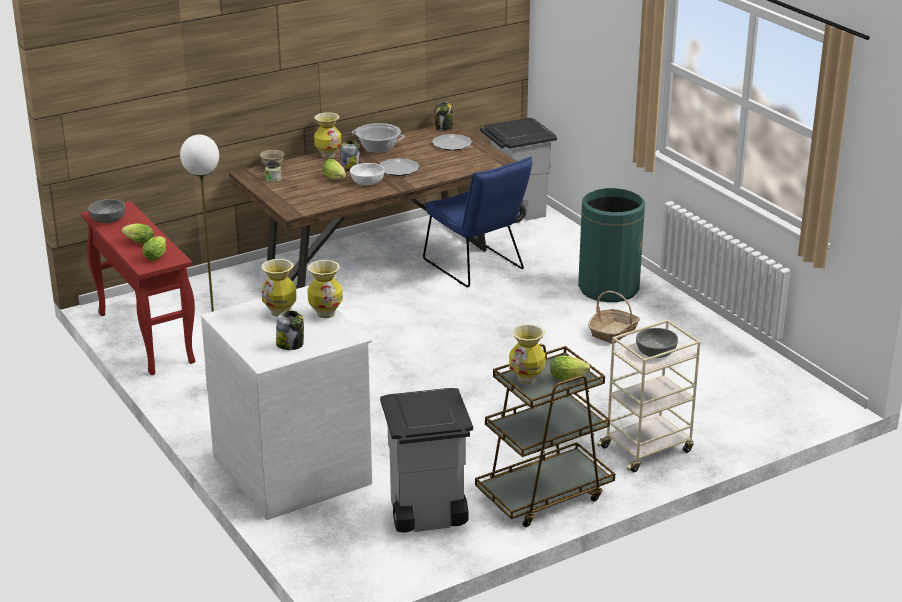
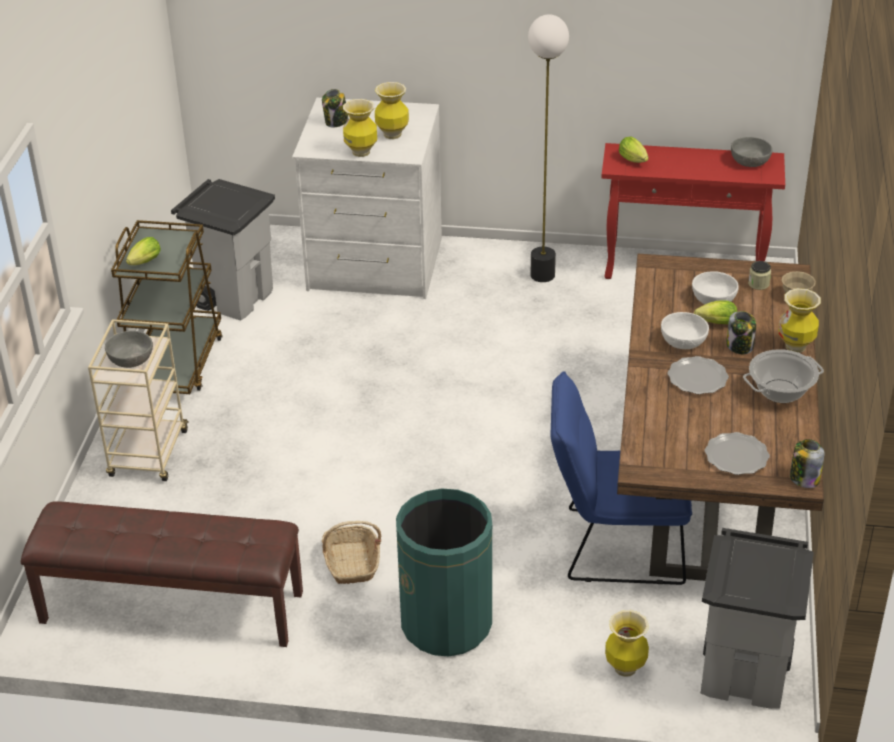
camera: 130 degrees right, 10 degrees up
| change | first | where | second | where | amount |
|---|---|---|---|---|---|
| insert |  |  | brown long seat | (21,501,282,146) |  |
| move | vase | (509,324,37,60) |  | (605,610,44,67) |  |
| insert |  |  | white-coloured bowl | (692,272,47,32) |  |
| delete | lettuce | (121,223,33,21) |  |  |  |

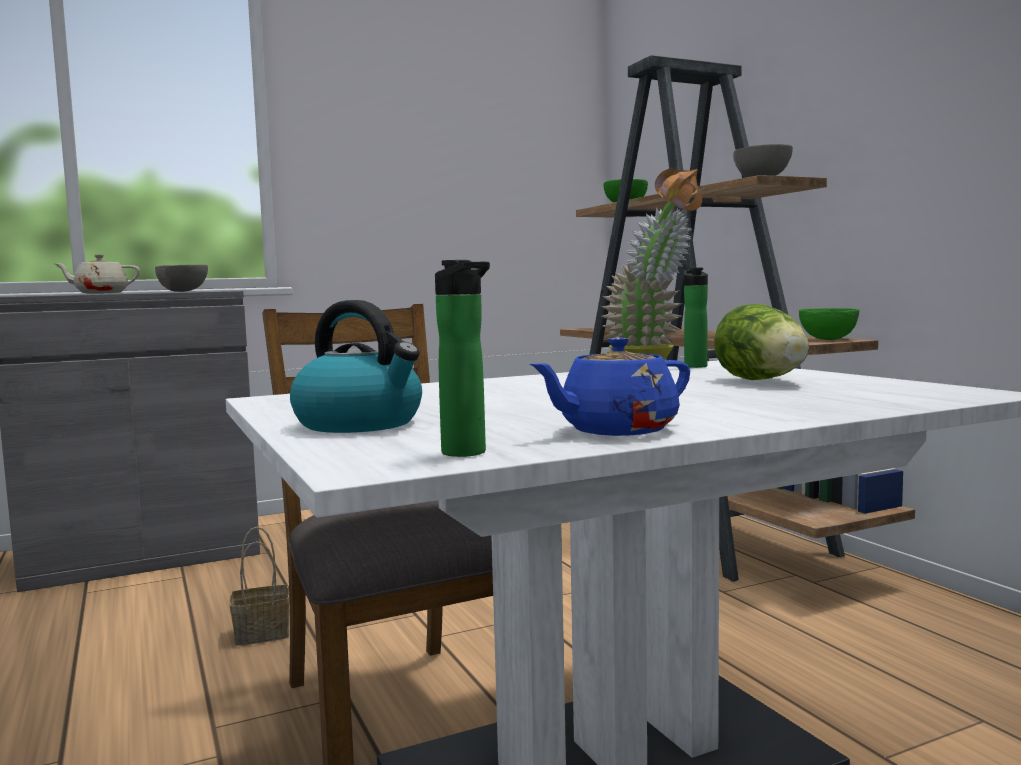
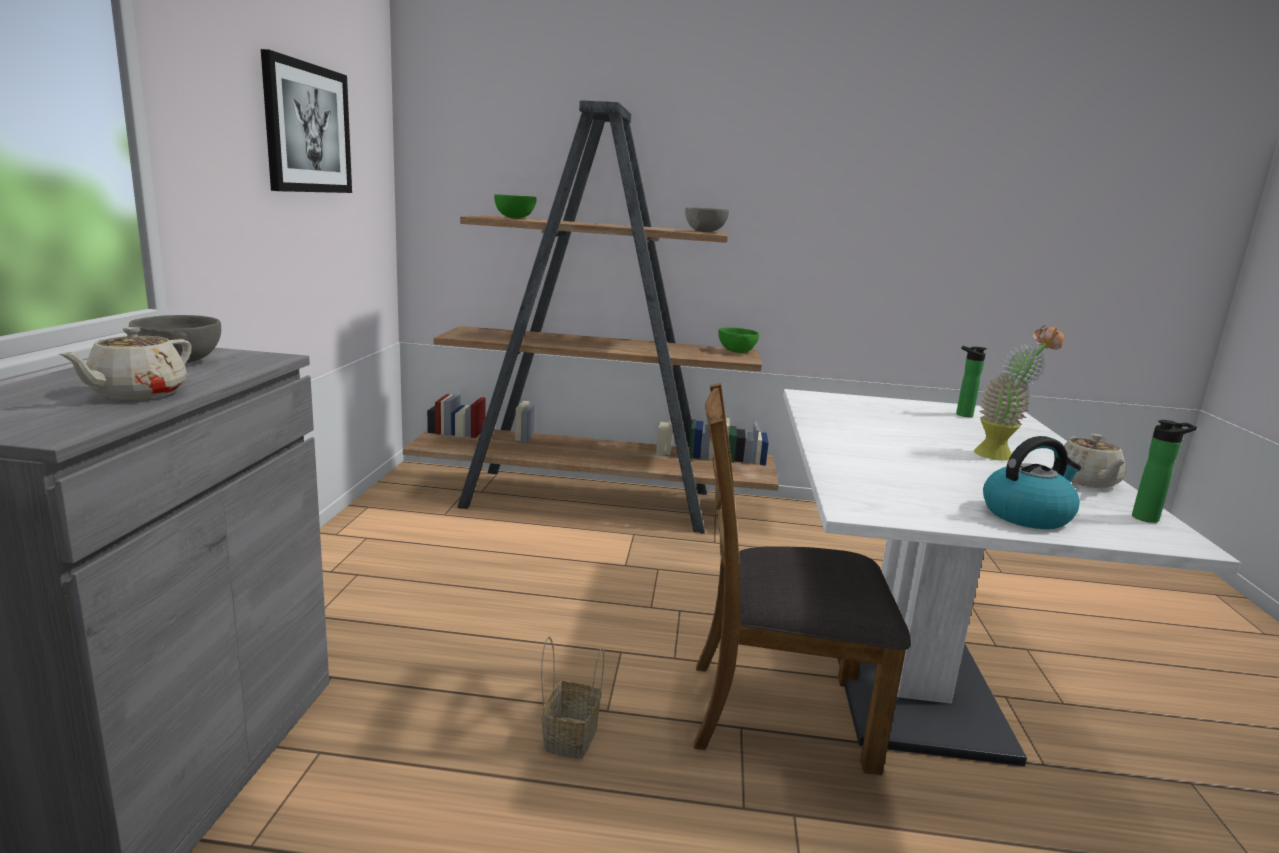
camera: 60 degrees left, 10 degrees up
| change | first | where | second | where | amount |
|---|---|---|---|---|---|
| insert |  |  | picture | (261,49,91,144) |  |
| move | beverage bottle | (684,268,24,100) |  | (956,346,31,71) |  |
| recolor | bluish pot for tea | (530,337,160,99) | sand-coloured pot for tea | (1064,433,62,55) |  |
| delete | lettuce | (714,304,95,76) |  |  |  |

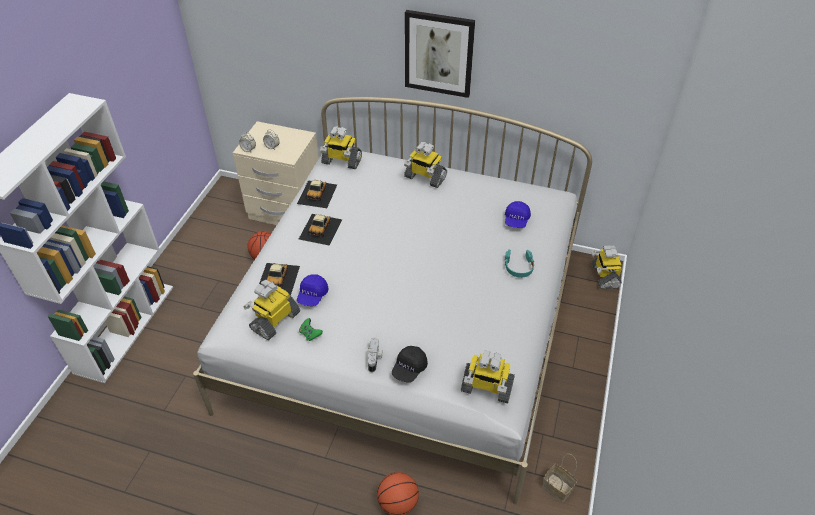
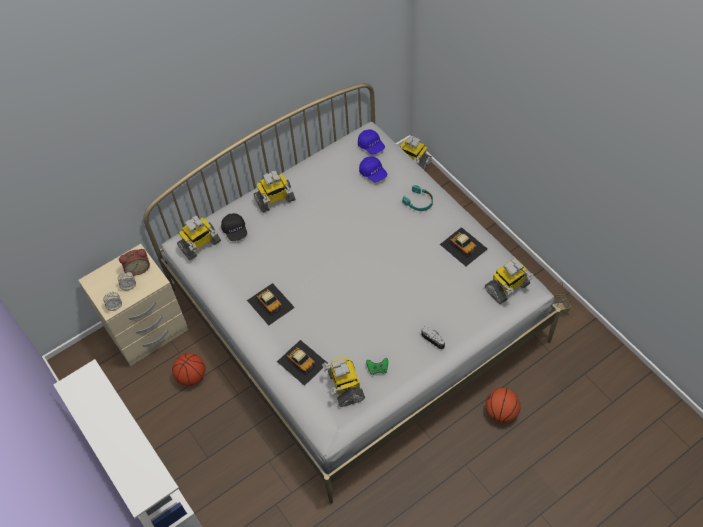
camera: 50 degrees left, 10 degrees up
| change | first | where | second | where | amount |
|---|---|---|---|---|---|
| insert |  |  | table clock | (119,249,31,27) |  |
| move | blackish cap | (392,346,36,36) |  | (221,213,26,28) |  |
| move | bluish cap | (297,275,32,31) |  | (358,130,27,24) |  |
| move | model car | (297,180,40,28) |  | (440,227,47,39) |  |
| delete | picture | (405,10,70,88) |  |  |  |

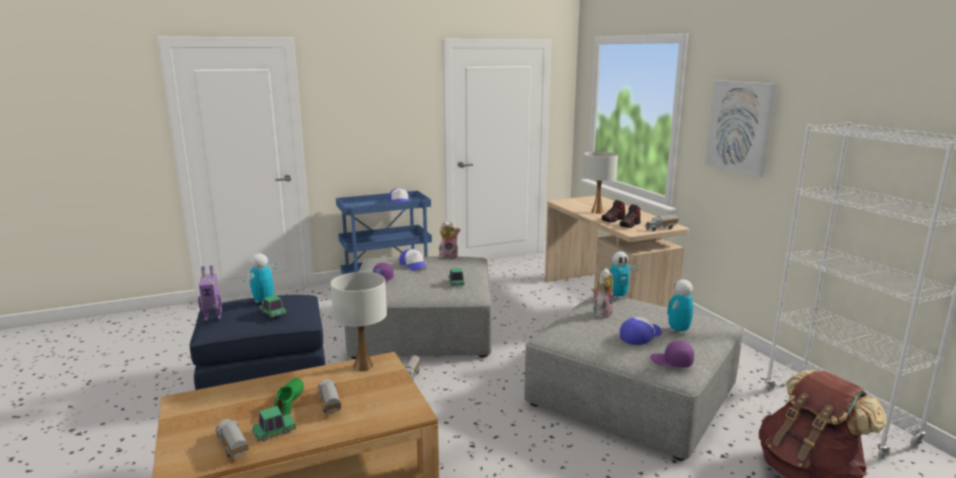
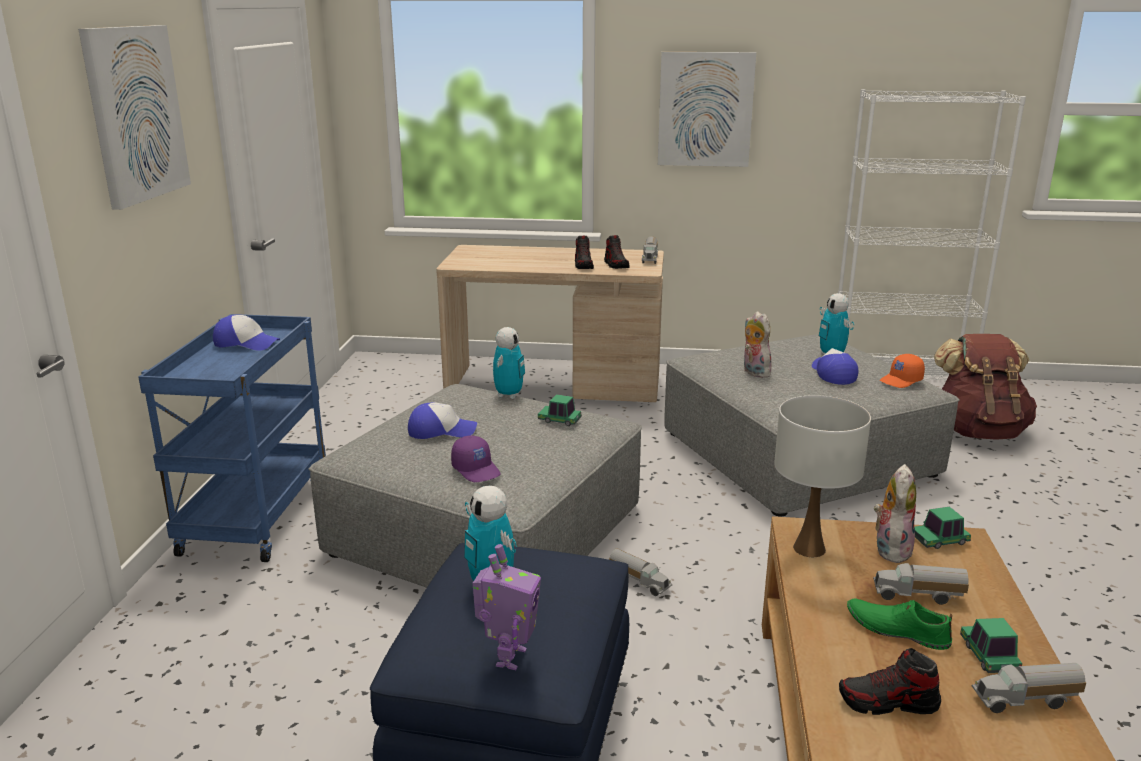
camera: 60 degrees left, 5 degrees up
| change | first | where | second | where | amount |
|---|---|---|---|---|---|
| insert |  |  | picture | (78,25,113,185) |  |
| move | toy robot | (600,251,39,48) |  | (493,327,32,72) |  |
| insert |  |  | low shoe | (839,648,102,67) |  |
| move | soft toy | (439,221,22,39) |  | (874,464,42,99) |  |
| recolor | purple-coloured cap | (650,341,44,27) | orangey cap | (880,354,45,34) |  |
| move | model car | (260,295,26,23) |  | (914,507,57,42) |  |
| delete | white-coloured lamp for a table | (583,151,35,63) |  |  |  |

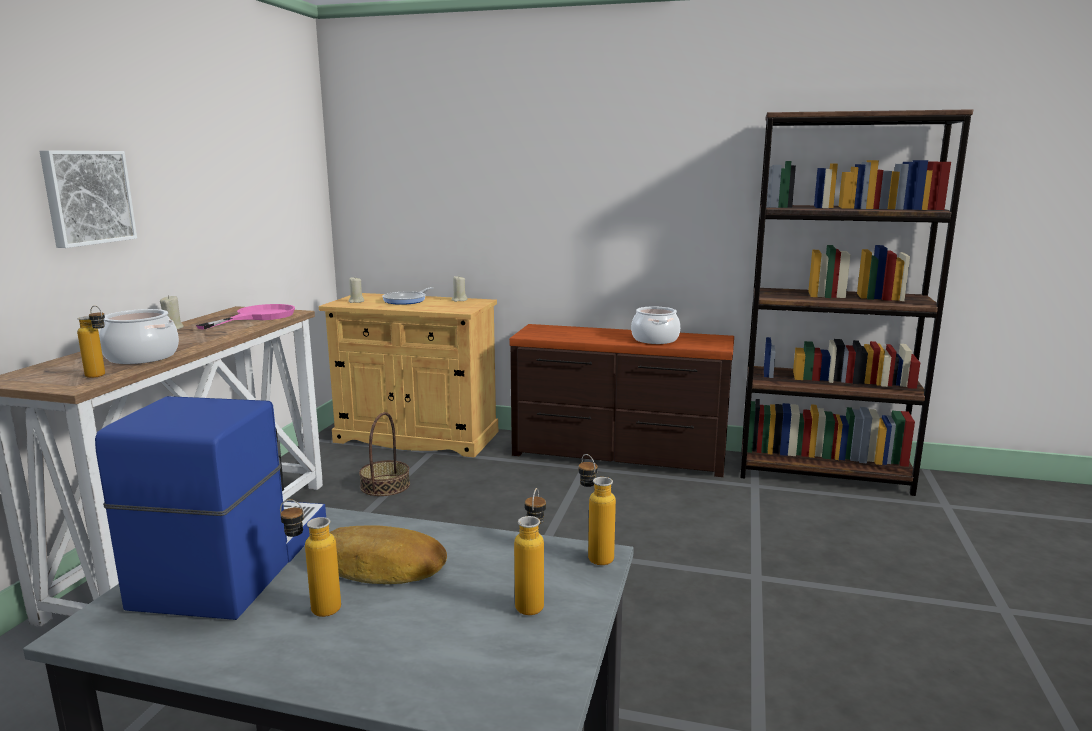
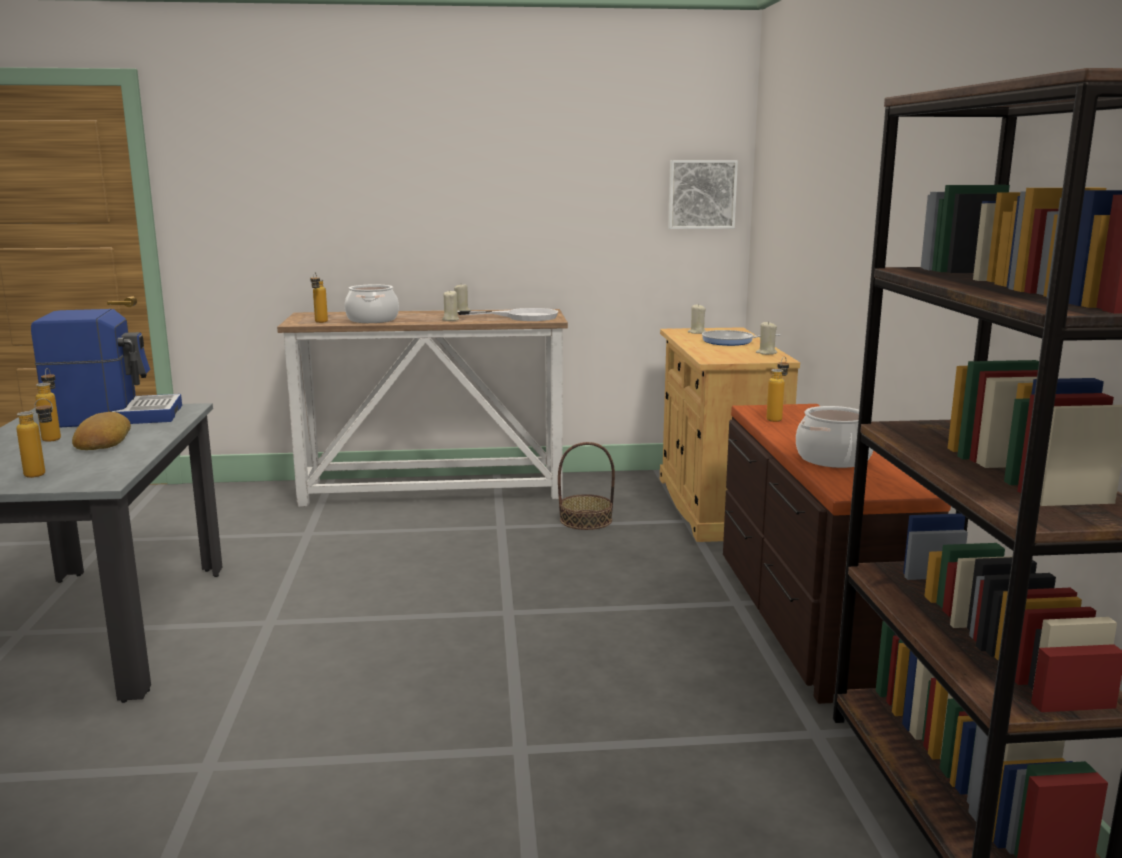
camera: 70 degrees right, 0 degrees up
| change | first | where | second | where | amount |
|---|---|---|---|---|---|
| insert |  |  | sand-coloured candle | (442,290,17,31) |  |
| recolor | pink-coloured frying pan | (196,304,99,26) | white-coloured frying pan | (458,308,100,13) |  |
| move | picture | (40,150,97,98) |  | (668,160,70,69) |  |
| move | beverage bottle | (578,454,38,111) |  | (766,356,23,66) |  |

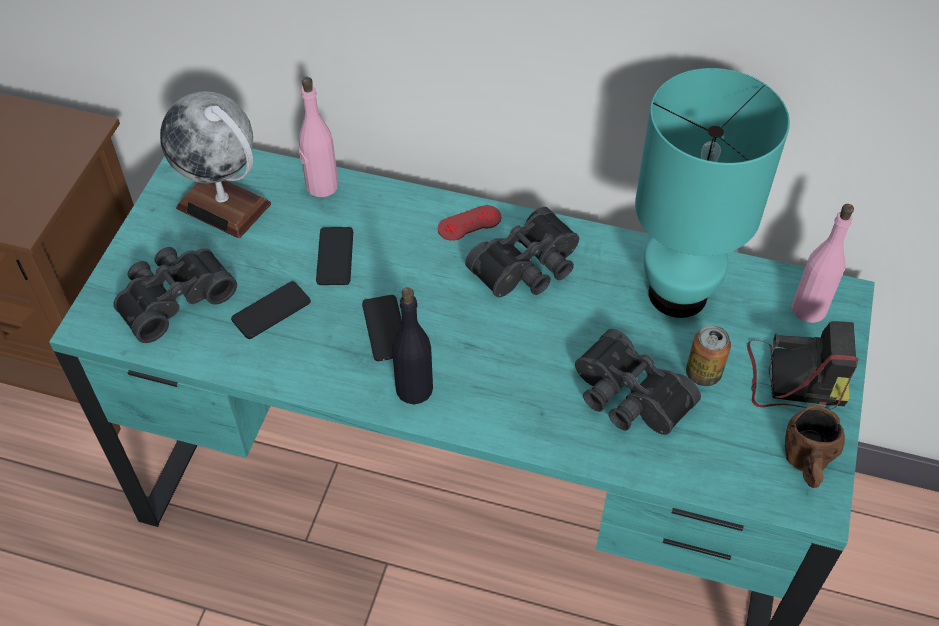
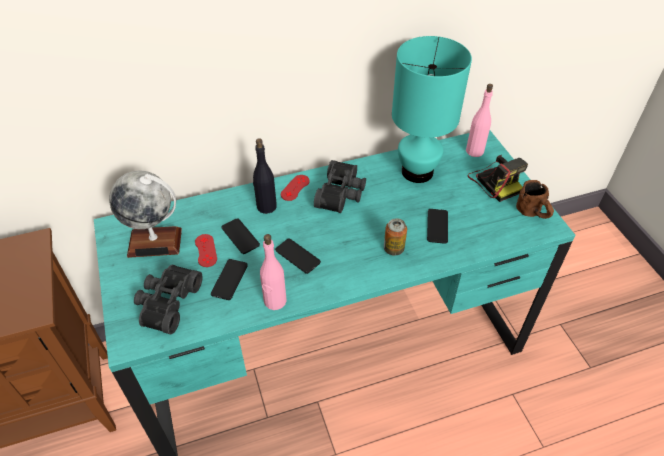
camera: 35 degrees left, 5 degrees down
| change | first | where | second | where | amount |
|---|---|---|---|---|---|
| insert |  |  | red joypad | (195,234,22,33) |  |
| move | blackish beverage bottle | (392,287,41,117) |  | (253,138,24,76) |  |
| move | pink-coloured beverage bottle | (299,77,40,120) |  | (260,234,27,76) |  |
| move | sealed can | (686,325,45,61) |  | (384,218,23,38) |  |
| replace | blackish pair of binoculars | (575,329,126,106) | telephone | (427,209,21,35) |  |
| rotate | still camera | (747,321,111,89) |  | (467,155,61,47) | 90 degrees clockwise |

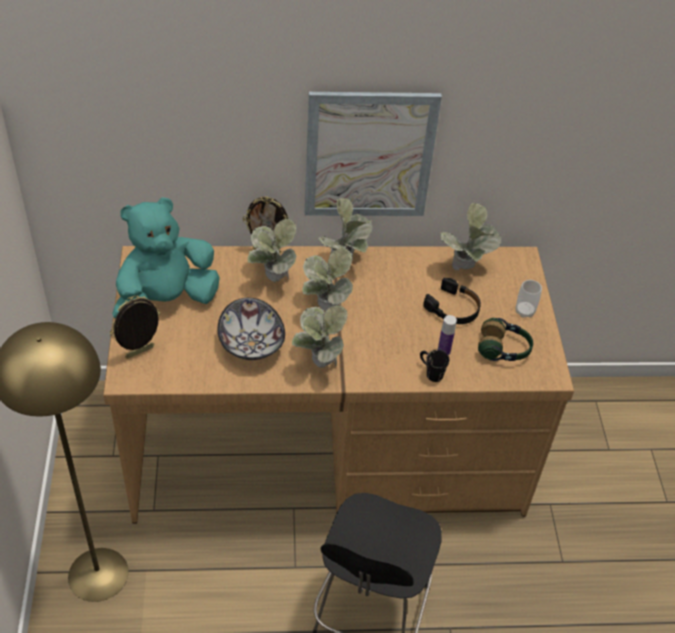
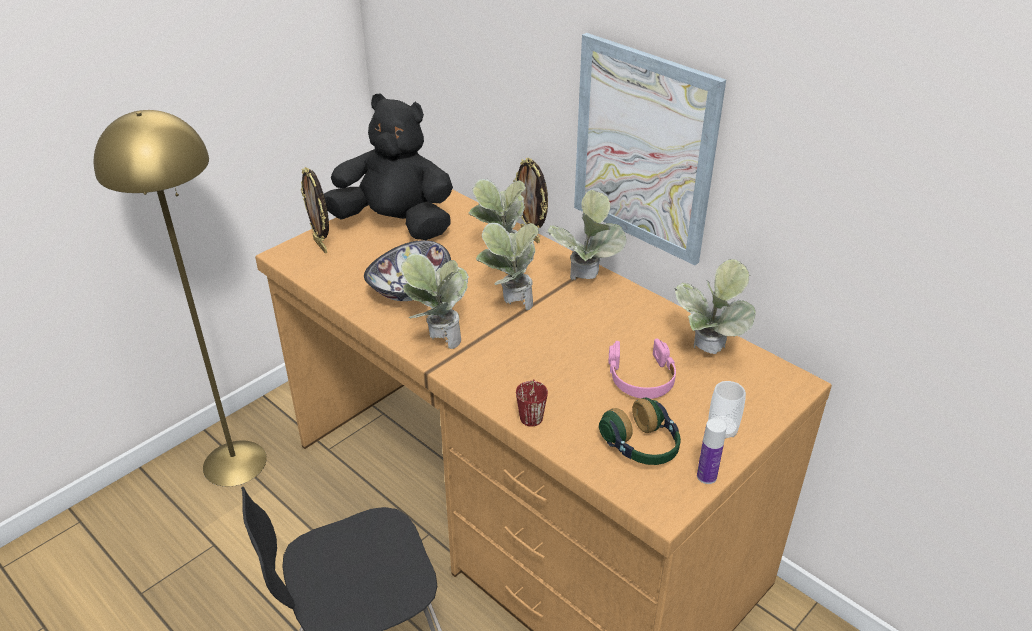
camera: 50 degrees right, 10 degrees down
| change | first | where | second | where | amount |
|---|---|---|---|---|---|
| rotate | standing frame | (110,296,50,63) |  | (301,167,28,87) | 135 degrees counterclockwise |
| recolor | turquoise soft toy | (112,197,108,122) | blackish soft toy | (324,93,129,147) |  |
| recolor | blackish coffee mug | (420,350,30,32) | red coffee mug | (516,379,32,47) |  |
| recolor | blackish pair of headphones | (423,278,58,46) | pink-coloured pair of headphones | (609,338,67,61) |  |
| move | beverage bottle | (438,315,19,41) |  | (697,418,30,66) |  |

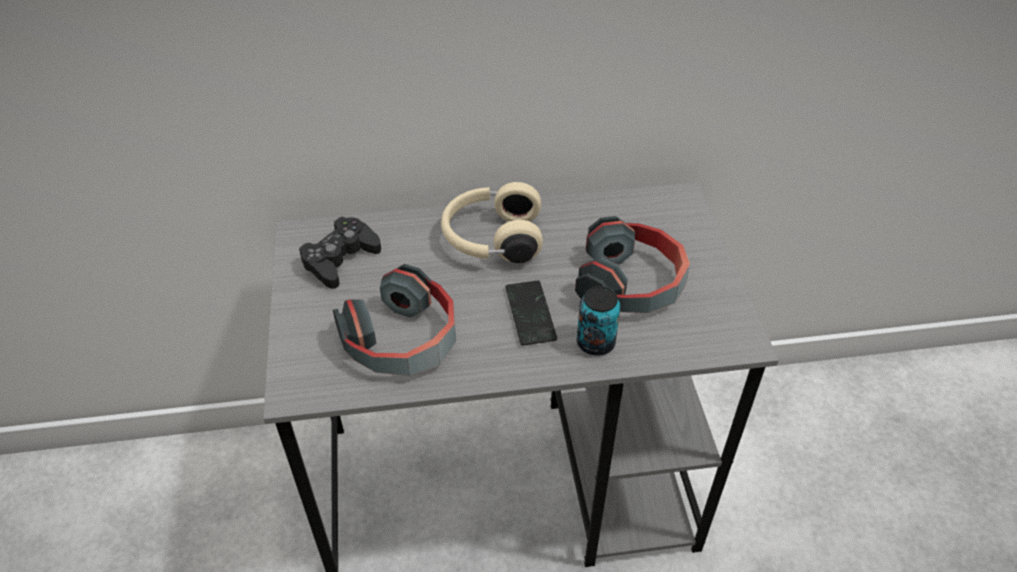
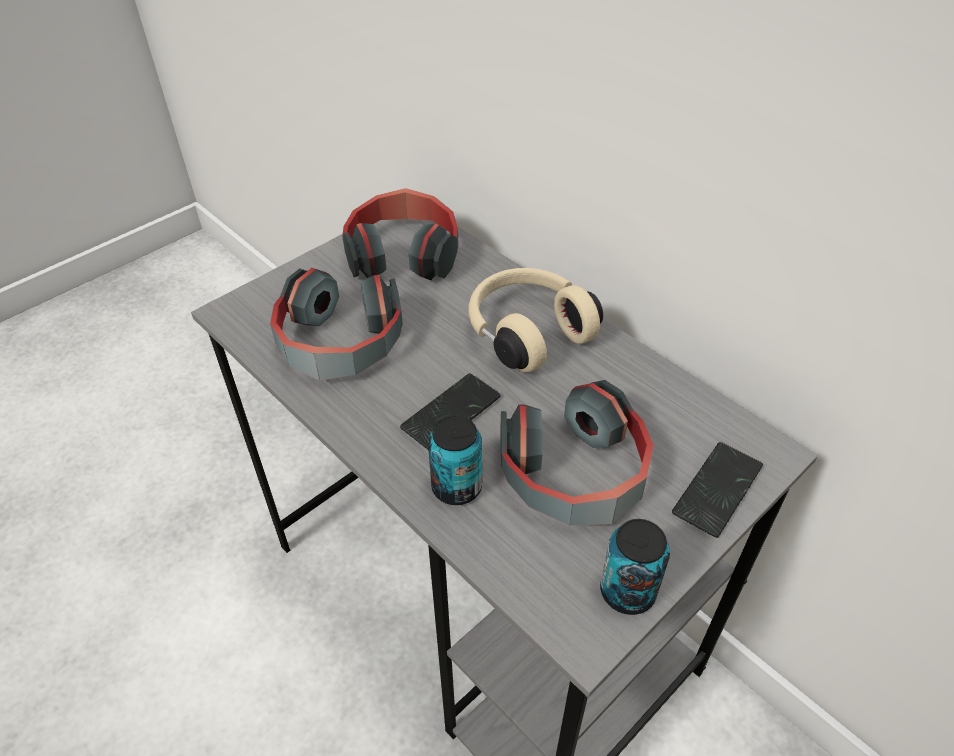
camera: 55 degrees right, 0 degrees up
| change | first | where | second | where | amount |
|---|---|---|---|---|---|
| replace | blackish joypad | (299,216,82,73) | pair of headphones | (342,188,116,92) |  |
| insert |  |  | sealed can | (600,519,70,96) |  |
| insert |  |  | telephone | (672,442,91,96) |  |

